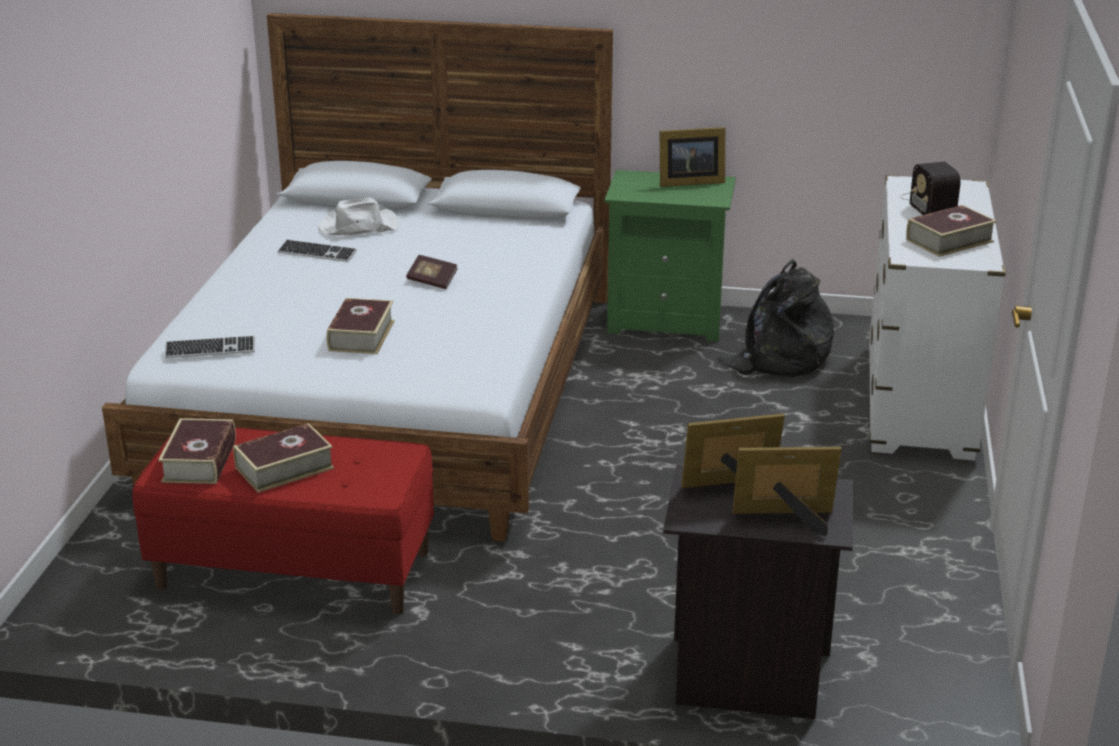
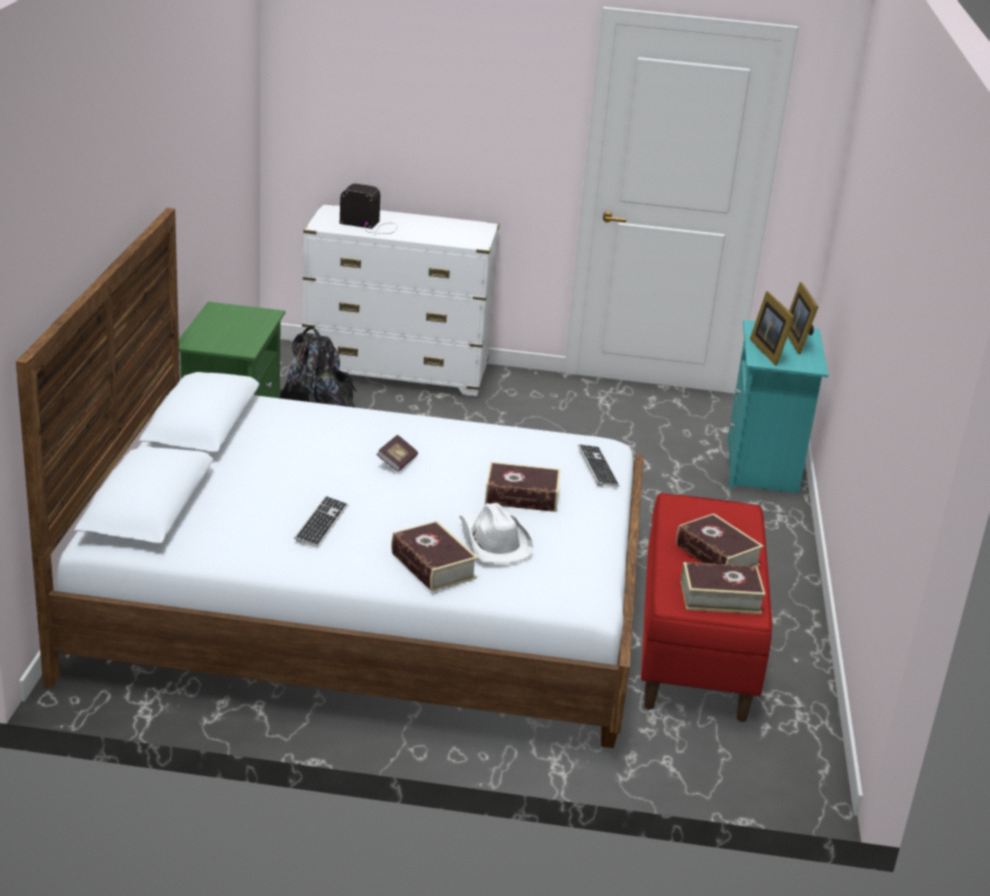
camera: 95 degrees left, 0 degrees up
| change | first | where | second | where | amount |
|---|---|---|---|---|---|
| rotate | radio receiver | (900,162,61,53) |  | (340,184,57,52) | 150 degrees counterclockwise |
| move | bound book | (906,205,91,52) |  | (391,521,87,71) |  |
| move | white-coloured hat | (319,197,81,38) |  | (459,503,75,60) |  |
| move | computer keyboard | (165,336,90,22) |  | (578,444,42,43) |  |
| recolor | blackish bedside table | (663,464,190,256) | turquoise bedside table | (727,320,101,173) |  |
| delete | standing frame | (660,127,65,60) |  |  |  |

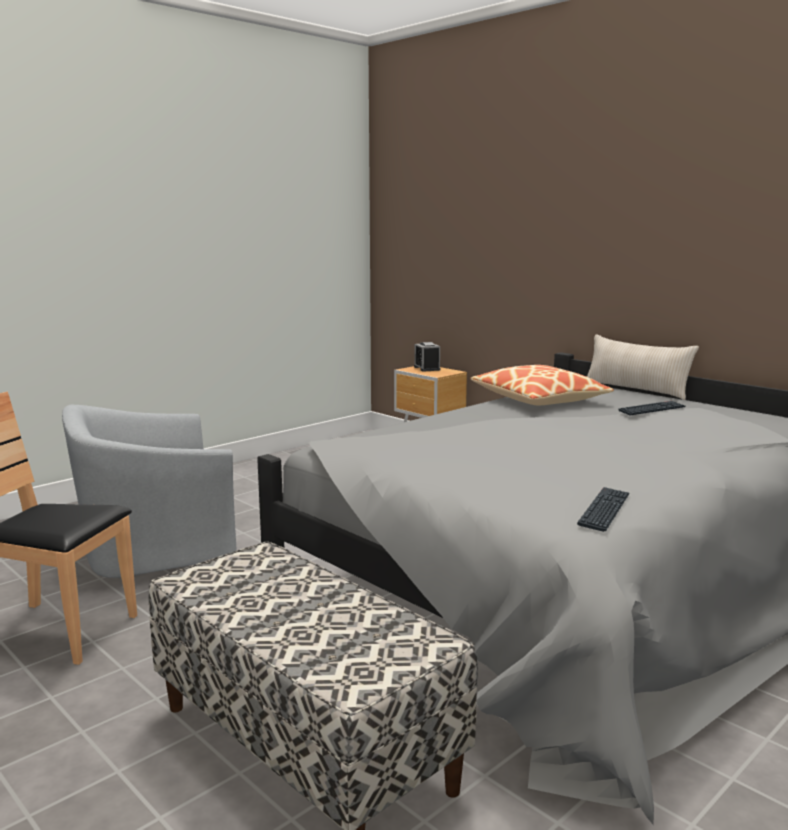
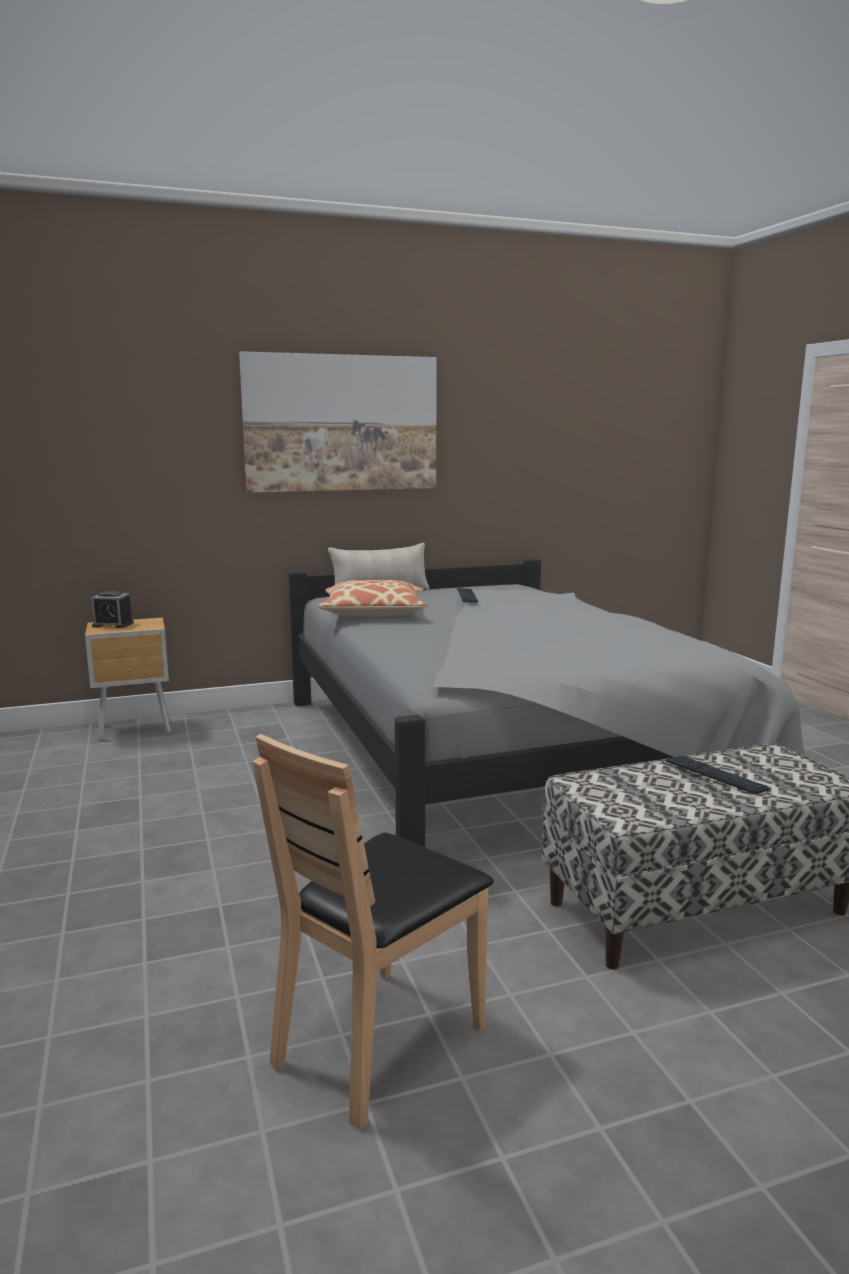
camera: 65 degrees left, 0 degrees up
| change | first | where | second | where | amount |
|---|---|---|---|---|---|
| insert |  |  | picture | (239,351,198,142) |  |
| move | computer keyboard | (577,487,53,45) |  | (666,756,103,38) |  |
| delete | gray armchair | (62,404,175,174) |  |  |  |

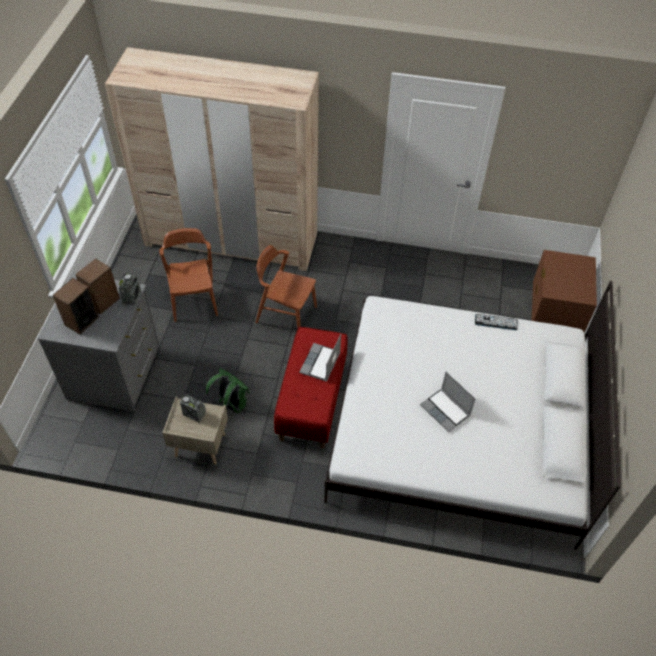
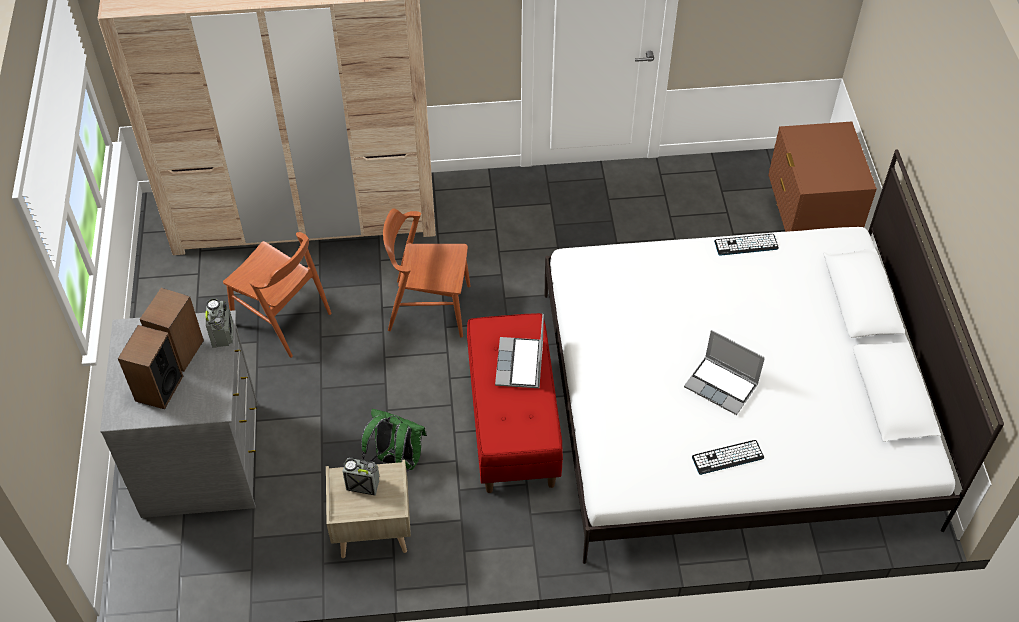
camera: 15 degrees left, 0 degrees up
| change | first | where | second | where | amount |
|---|---|---|---|---|---|
| rotate | brown upright chair | (159,228,59,94) |  | (223,232,108,126) | 150 degrees clockwise |
| insert |  |  | computer keyboard | (692,440,72,35) |  |

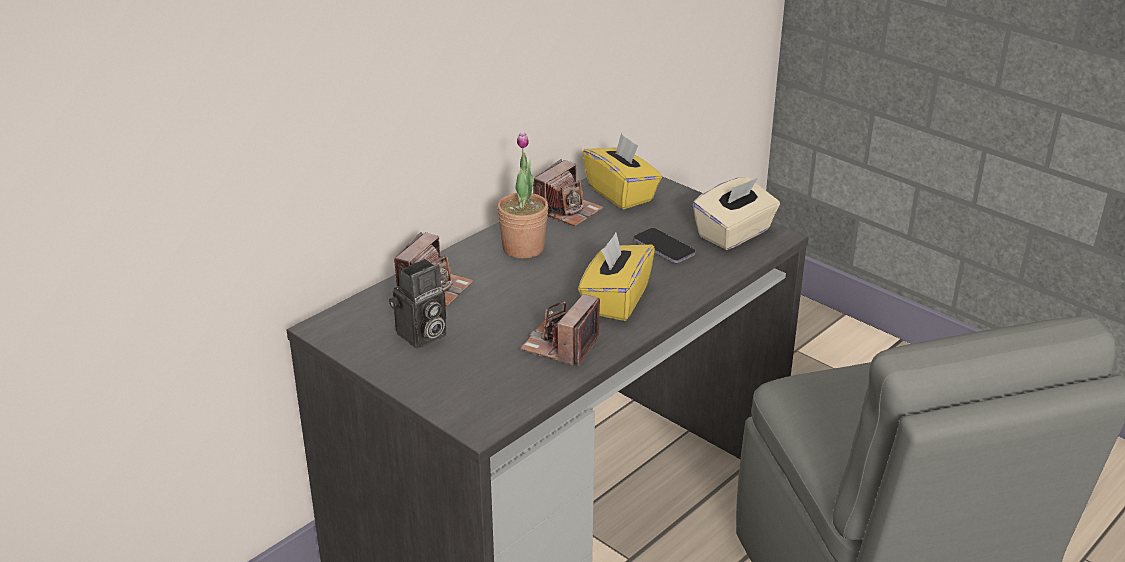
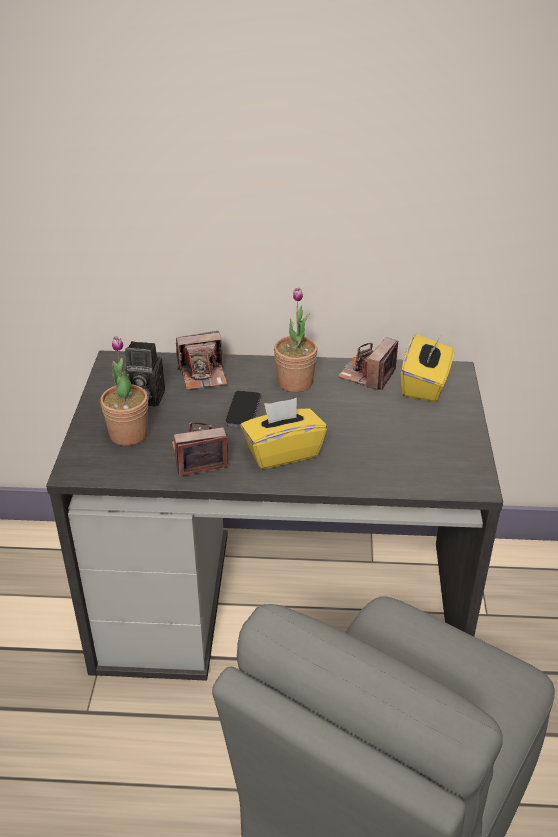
camera: 50 degrees right, 5 degrees up
| change | first | where | second | where | amount |
|---|---|---|---|---|---|
| insert |  |  | houseplant | (100,336,48,110) |  |
| move | telephone | (633,228,63,35) |  | (225,391,36,36) |  |
| rotate | still camera | (533,159,70,67) |  | (338,337,60,54) | 120 degrees clockwise |
| delete | sand-coloured tissue box | (693,177,87,73) |  |  |  |

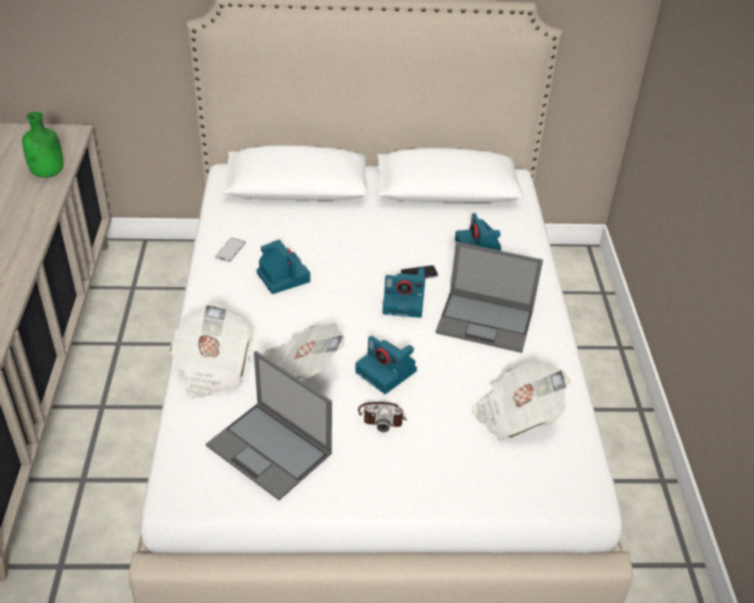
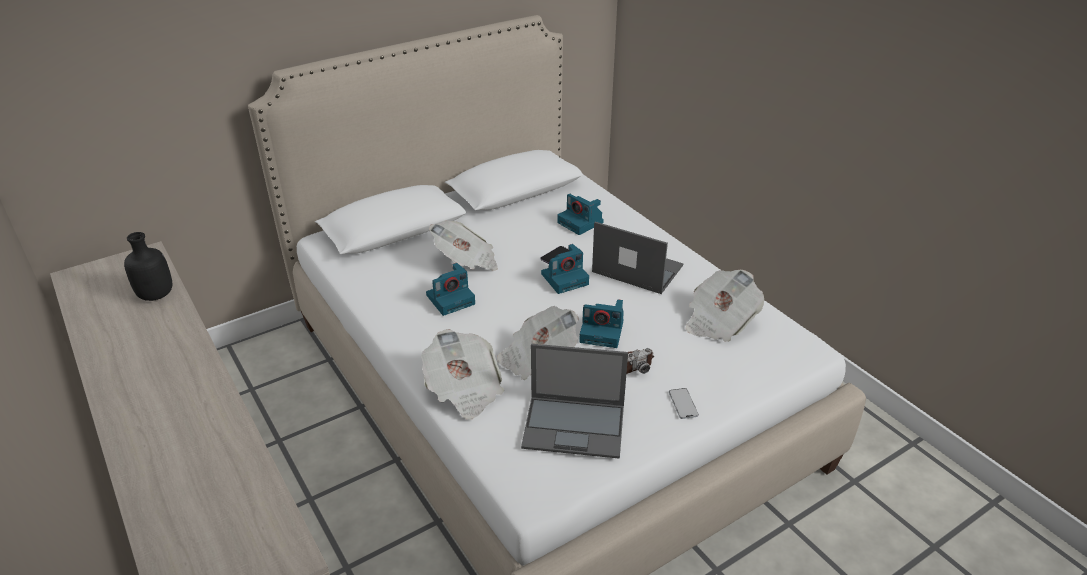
camera: 30 degrees left, 5 degrees down
| change | first | where | second | where | amount |
|---|---|---|---|---|---|
| recolor | greenish beverage bottle | (22,112,41,66) | blackish beverage bottle | (124,232,48,69) |  |
| rotate | still camera | (257,240,53,54) |  | (426,263,49,53) | 120 degrees clockwise |
| insert |  |  | newspaper | (429,221,69,50) |  |
| rotate | notebook computer | (435,242,108,111) |  | (592,222,92,72) | 135 degrees counterclockwise |
| move | telephone | (215,238,30,24) |  | (669,388,30,31) |  |

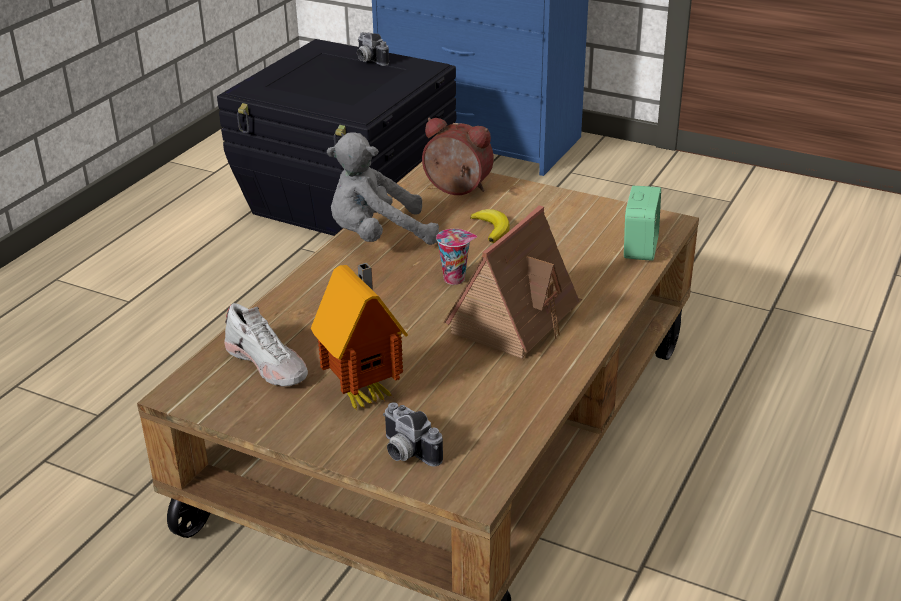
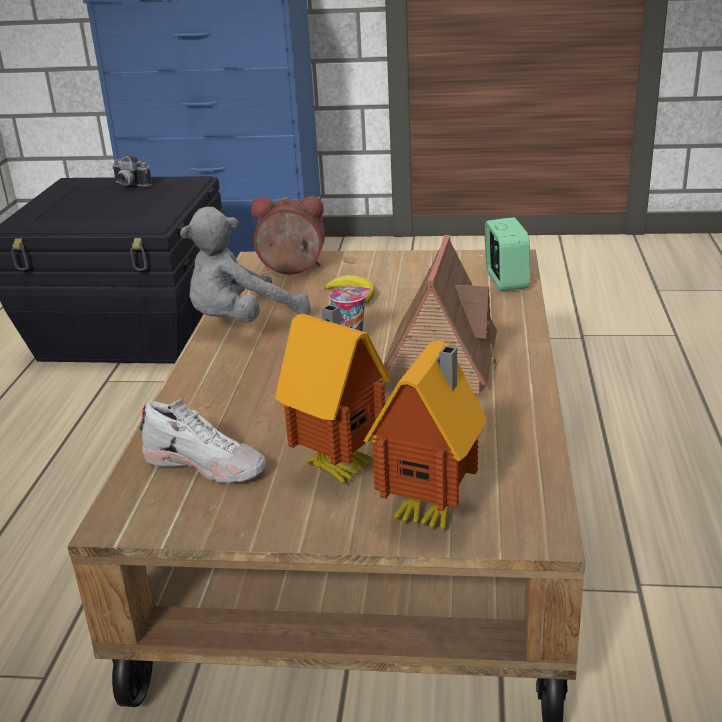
camera: 20 degrees left, 5 degrees down
| change | first | where | second | where | amount |
|---|---|---|---|---|---|
| replace | still camera | (383,402,60,64) | model house | (364,341,122,191) |  |

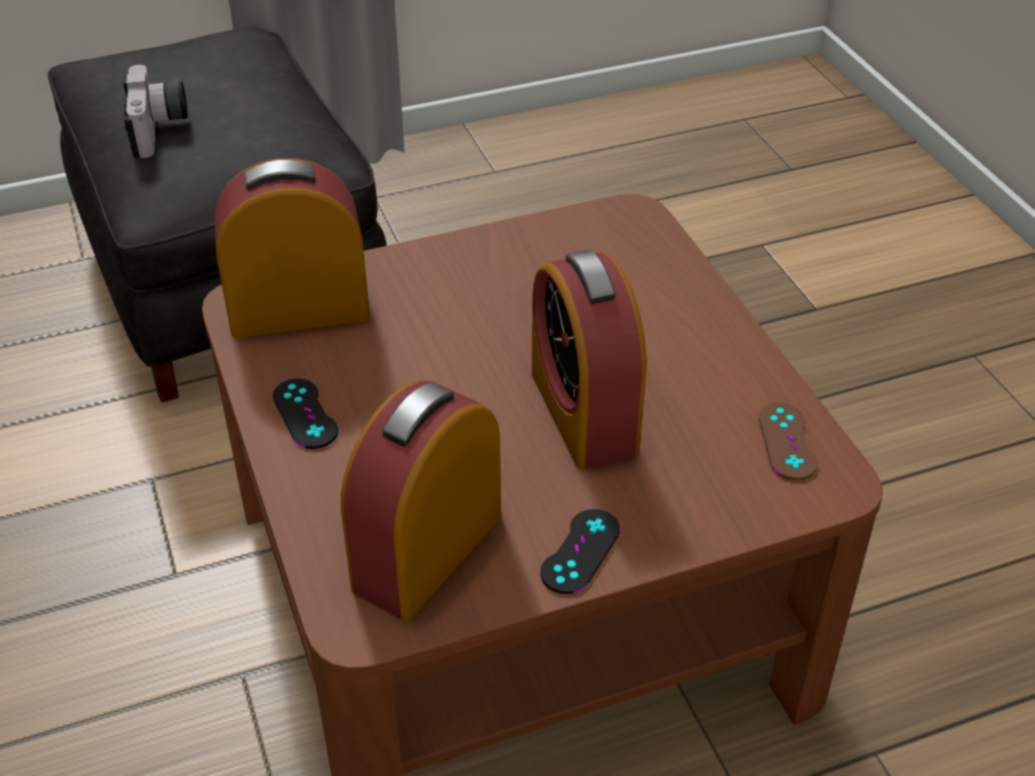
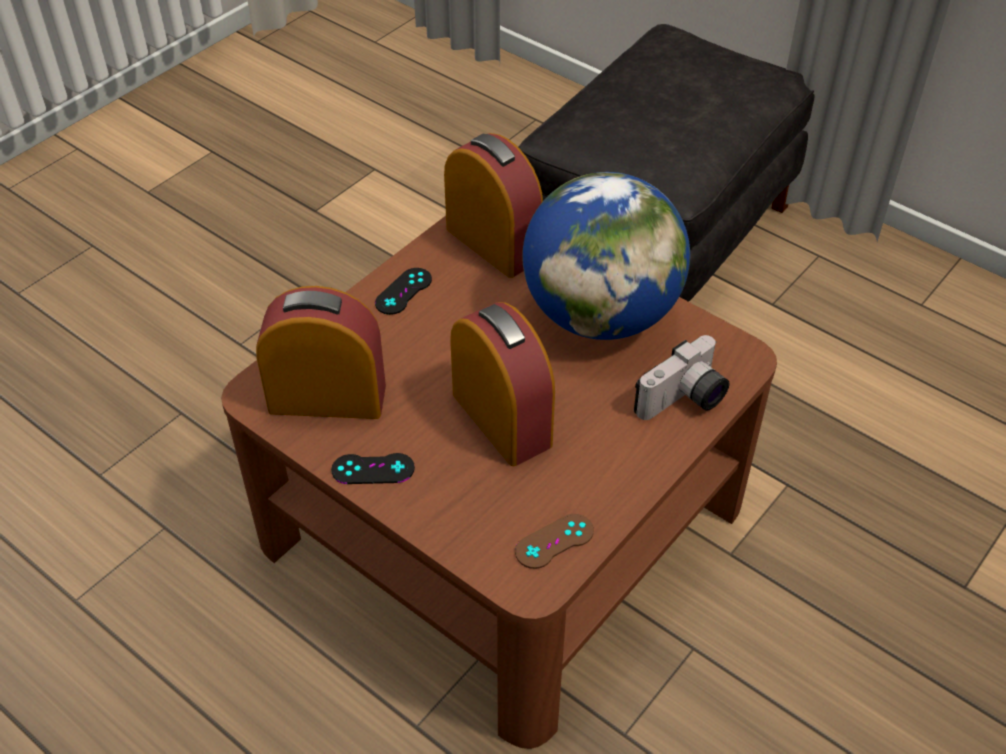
camera: 60 degrees right, 5 degrees up
| change | first | where | second | where | amount |
|---|---|---|---|---|---|
| rotate | table clock | (532,250,115,220) |  | (450,302,105,164) | 105 degrees clockwise |
| insert |  |  | globe | (522,172,168,168) |  |
| move | still camera | (123,65,65,93) |  | (634,335,96,85) |  |

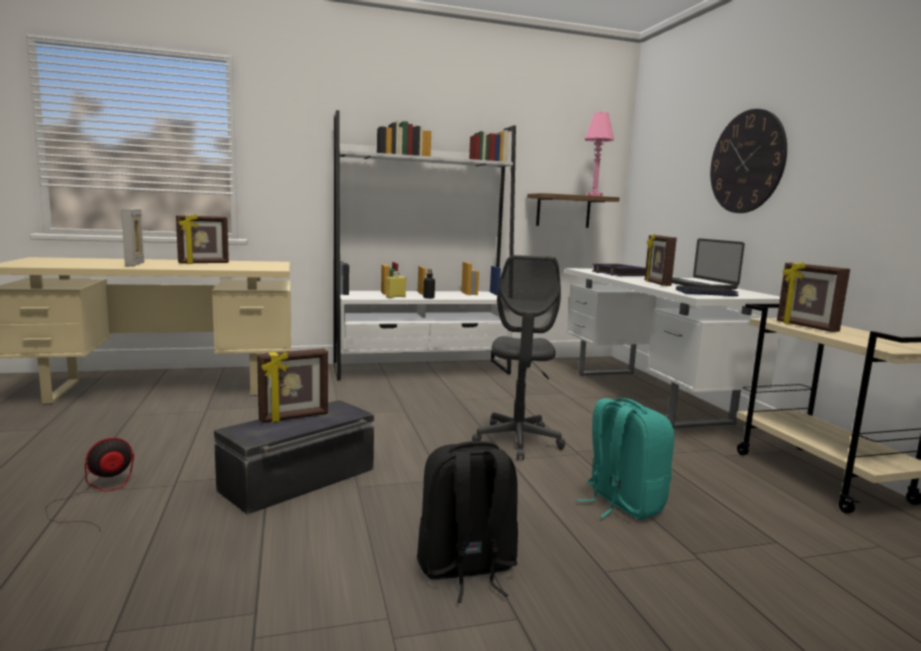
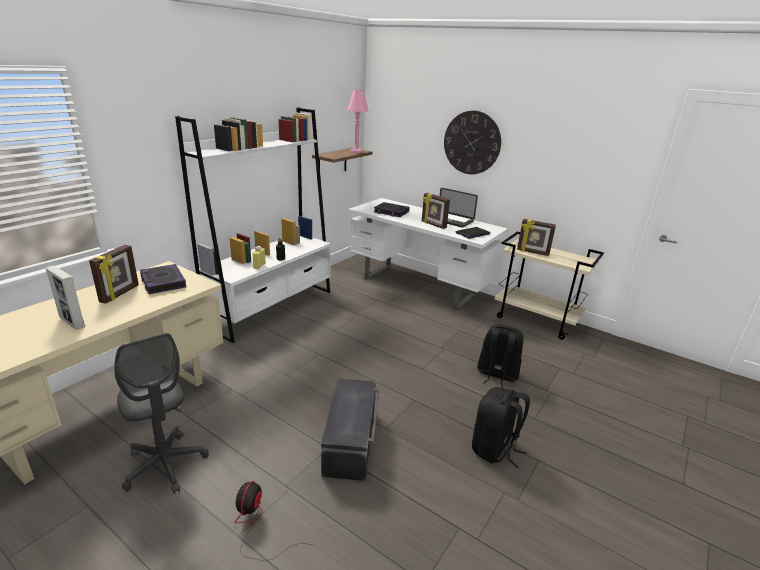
camera: 40 degrees left, 15 degrees up
| change | first | where | second | where | amount |
|---|---|---|---|---|---|
| move | gray computer chair | (472,255,94,205) |  | (114,333,95,161) |  |
| insert |  |  | bound book | (140,264,46,30) |  |
| recolor | turquoise backpack | (576,398,98,122) | blackish backpack | (477,324,47,64) |  |
| delete | standing frame | (257,348,71,75) |  |  |  |

